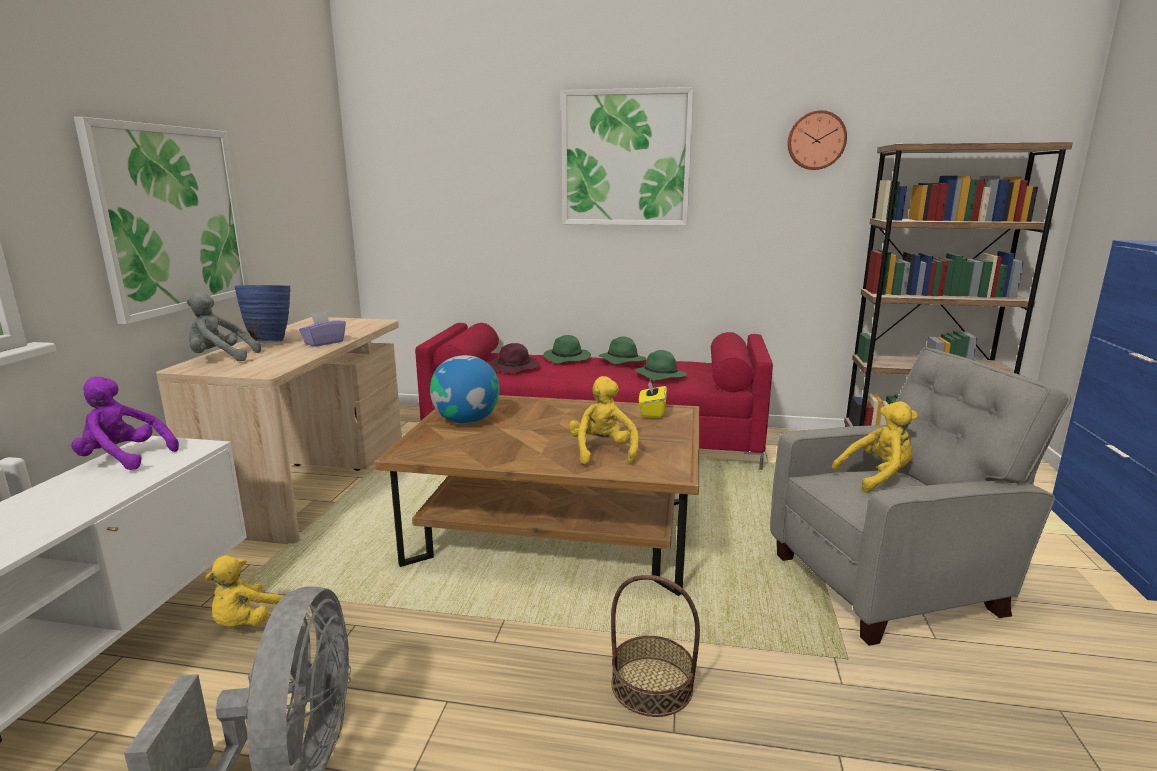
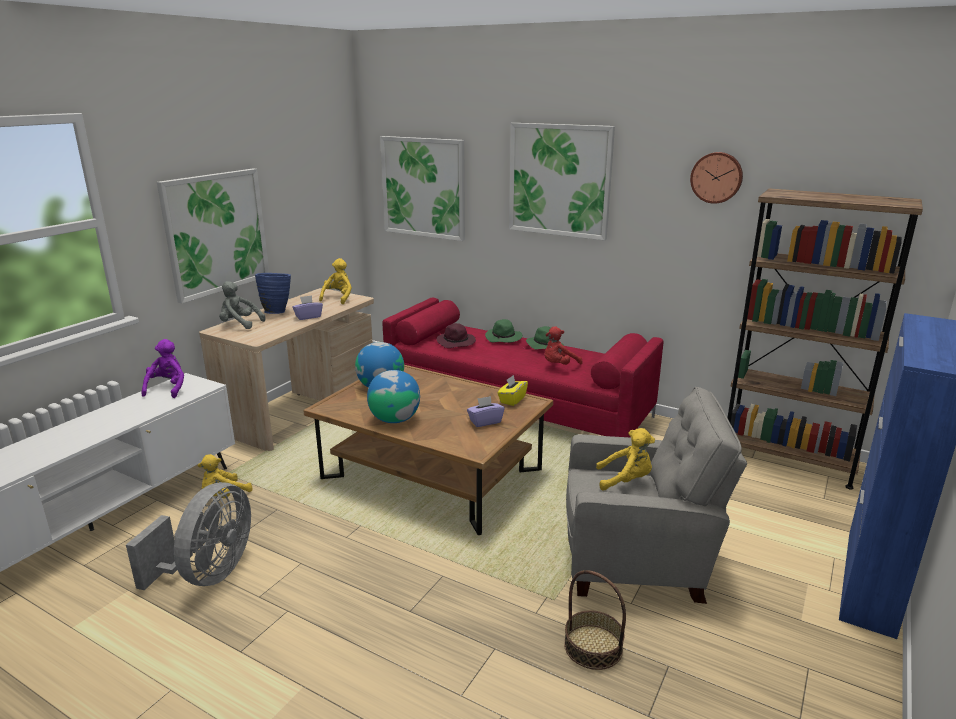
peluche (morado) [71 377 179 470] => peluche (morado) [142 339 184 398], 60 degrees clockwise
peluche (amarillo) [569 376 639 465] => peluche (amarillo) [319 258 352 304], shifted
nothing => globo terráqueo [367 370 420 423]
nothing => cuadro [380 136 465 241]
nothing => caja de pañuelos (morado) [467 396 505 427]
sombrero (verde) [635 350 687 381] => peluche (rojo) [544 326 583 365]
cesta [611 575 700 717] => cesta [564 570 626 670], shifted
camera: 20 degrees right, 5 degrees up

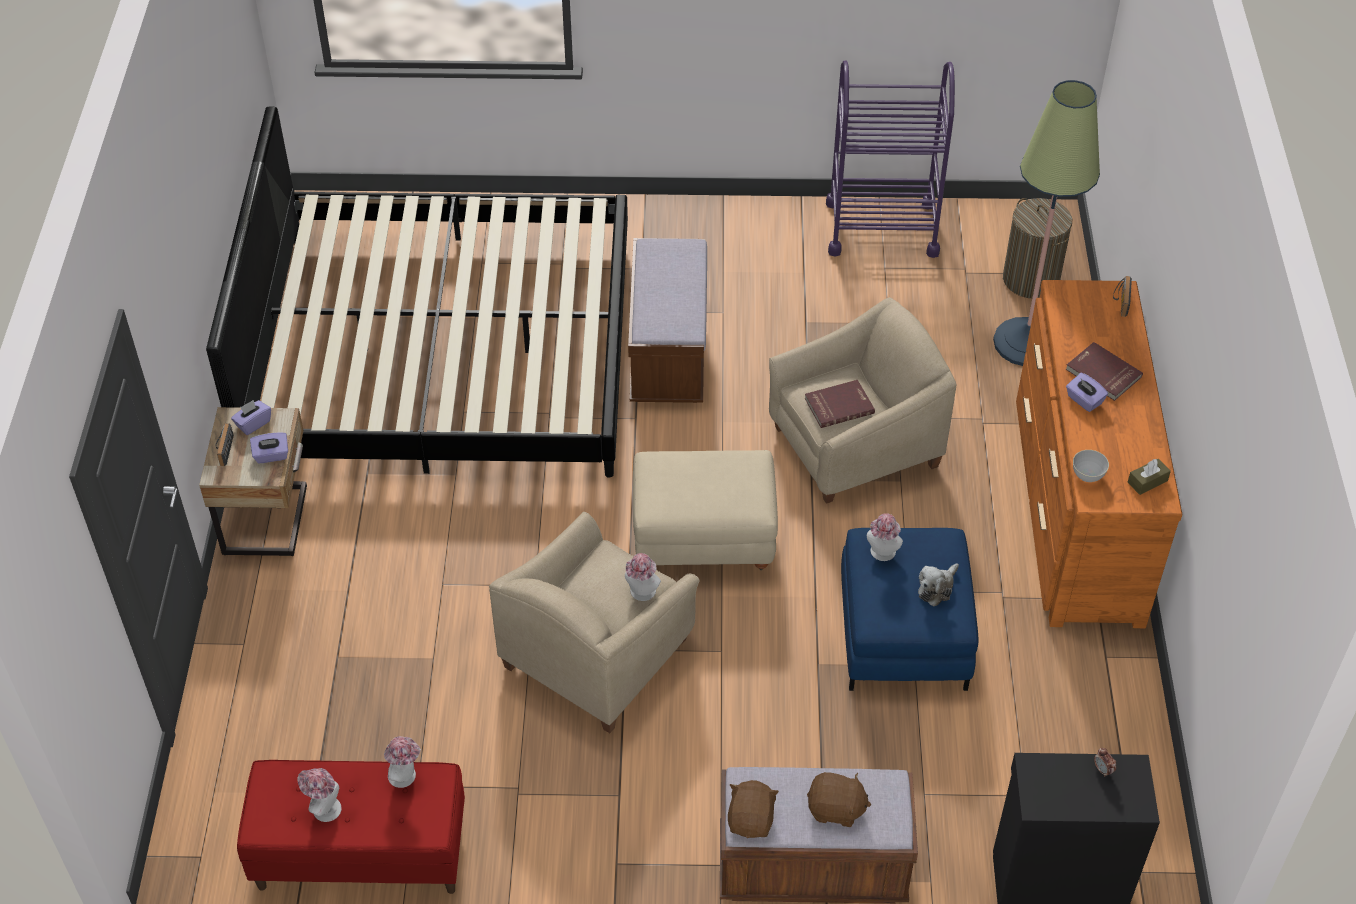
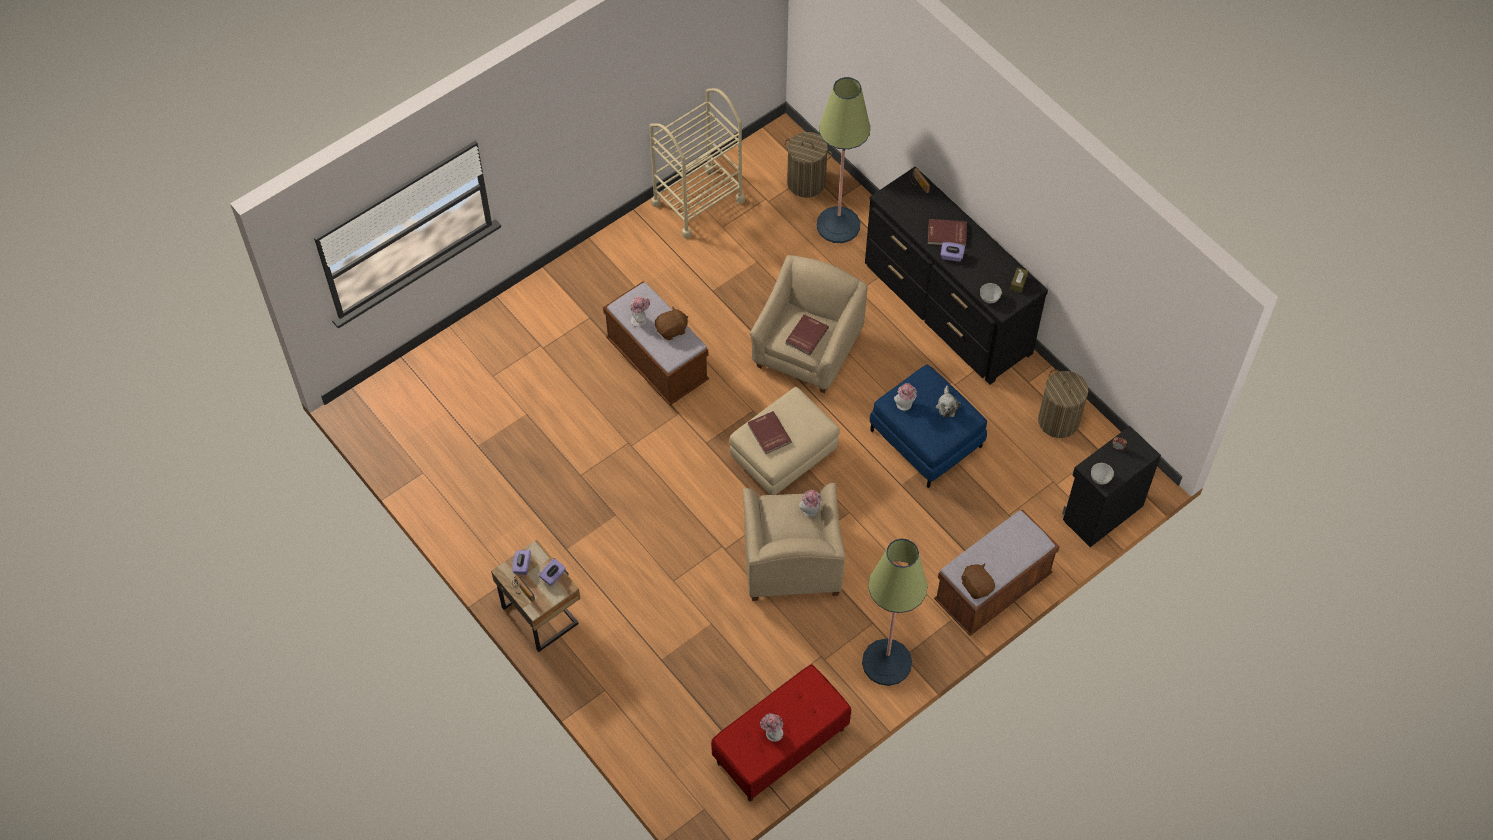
sombrero [384 736 421 788] => sombrero [630 296 650 327], shifted
carrito (morado) [826 60 955 258] => carrito (beis) [649 88 745 239]
peluche (marrón) [807 772 871 827] => peluche (marrón) [655 306 688 340], shifted
nothing => libro (rojo) [748 411 792 454]
nothing => lámpara de pie [862 538 928 686]
cómoda (naranja) [1016 280 1182 628] => cómoda (negro) [865 167 1048 385]
nothing => cesto de la ropa [1038 369 1088 438]
nothing => cuenco (gris) [1091 463 1114 484]
cama [206 107 628 478] => nothing
camera: 40 degrees left, 10 degrees up

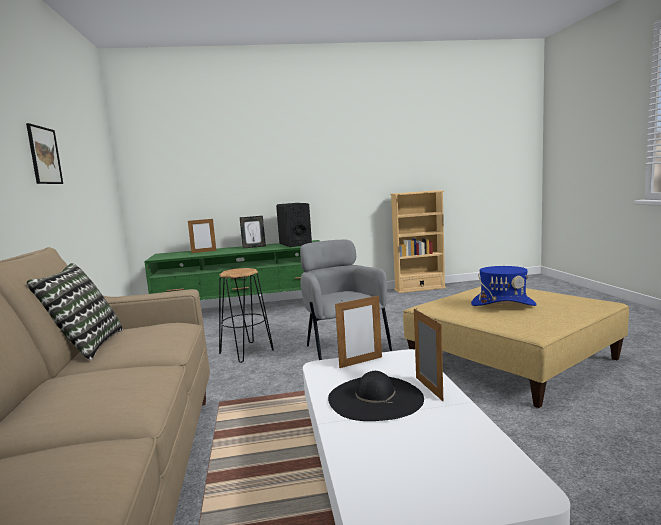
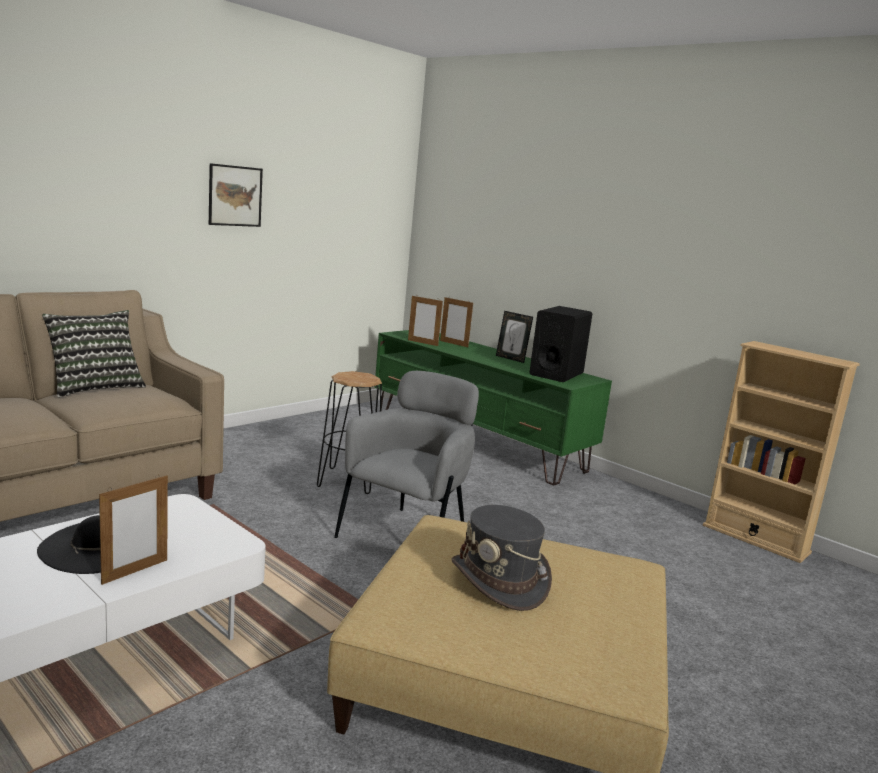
portarretratos [335 294 382 368] => portarretratos [408 295 443 346], shifted
sombrero (azul) [471 266 537 306] => sombrero (gris) [452 505 552 611]
camera: 50 degrees right, 5 degrees up

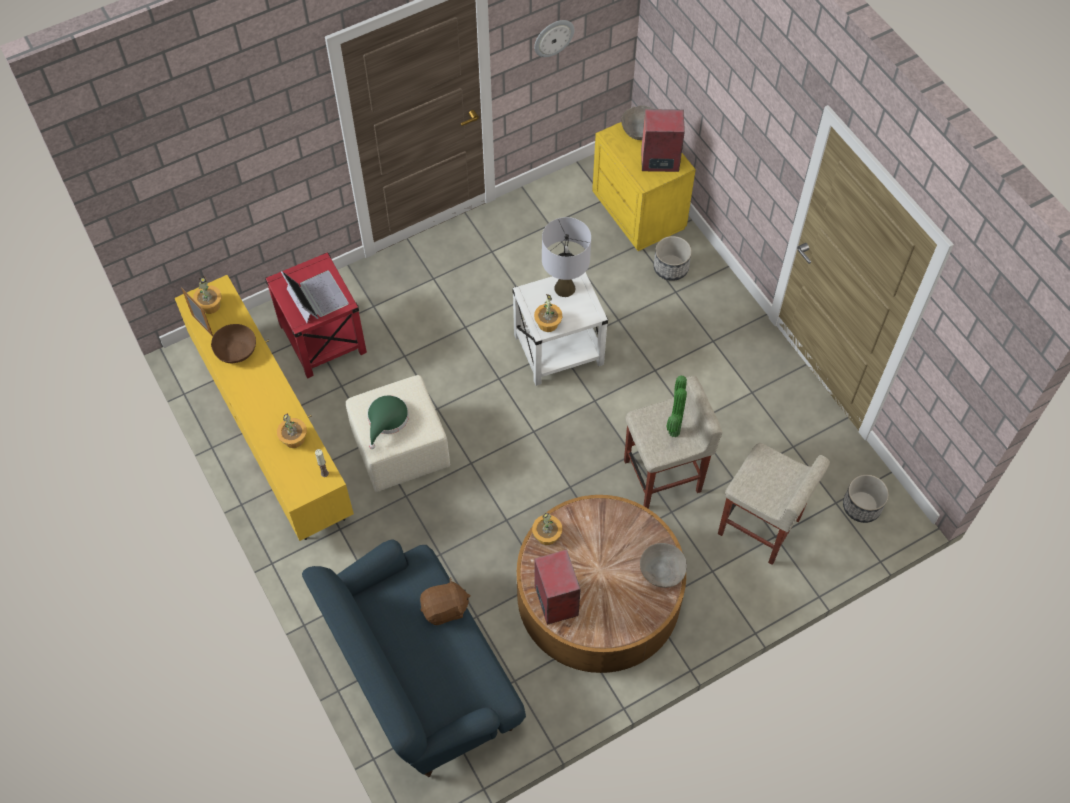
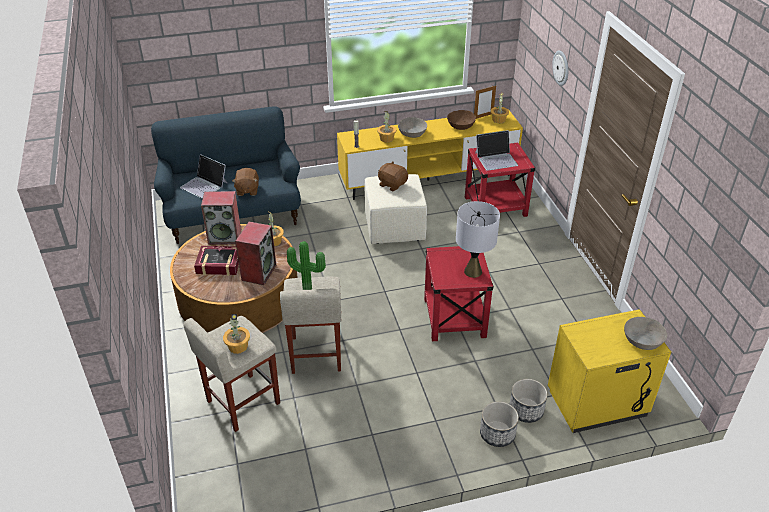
nothing => portátil [180 154 228 199]
nothing => libro [194 246 239 276]
planta en maceta [534 294 563 332] => planta en maceta [223 314 250 354], shifted
altavoz [641 109 685 172] => altavoz [235 222 276 285], shifted
sombrero (verde) [367 395 409 449] => peluche (marrón) [378 161 408 191]
cuenco (gris) [640 543 687 588] => cuenco (gris) [398 117 427 138], shifted
mesa auxiliar (blanco) [512 272 608 386] => mesa auxiliar (rojo) [424 246 494 341]
maceta [843 474 889 523] => maceta [480 401 519 447], shifted
reloj de pared [534 20 574 57] => reloj de pared [552 50 568 86], shifted
camera: 105 degrees right, 20 degrees down

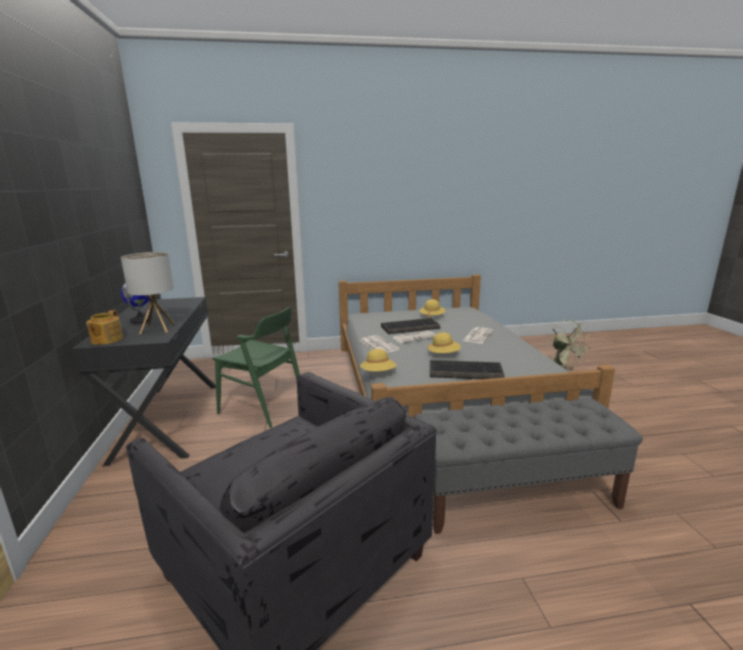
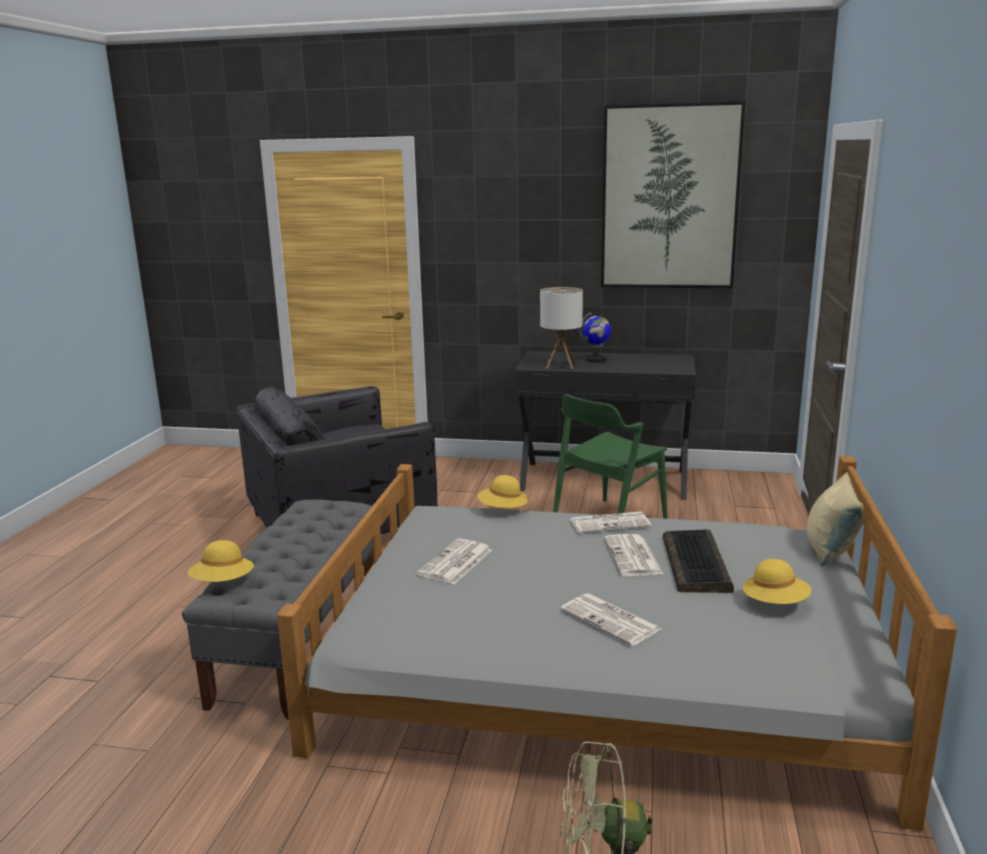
sombrero (amarillo) [427 332 461 353] => sombrero (amarillo) [187 540 254 582], shifted
teclado [430 360 505 379] => periódico [416 539 492 584]
nothing => cuadro [601 101 745 288]
nothing => cojín (beis) [807 472 864 567]
tetera [86 310 123 345] => nothing
camera: 110 degrees right, 0 degrees up

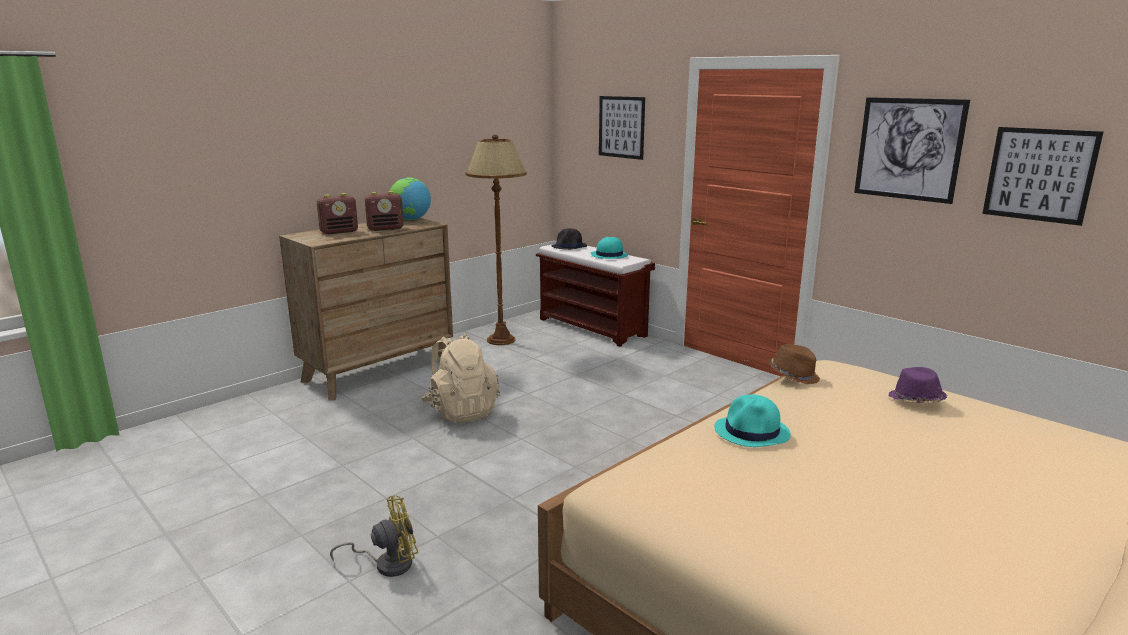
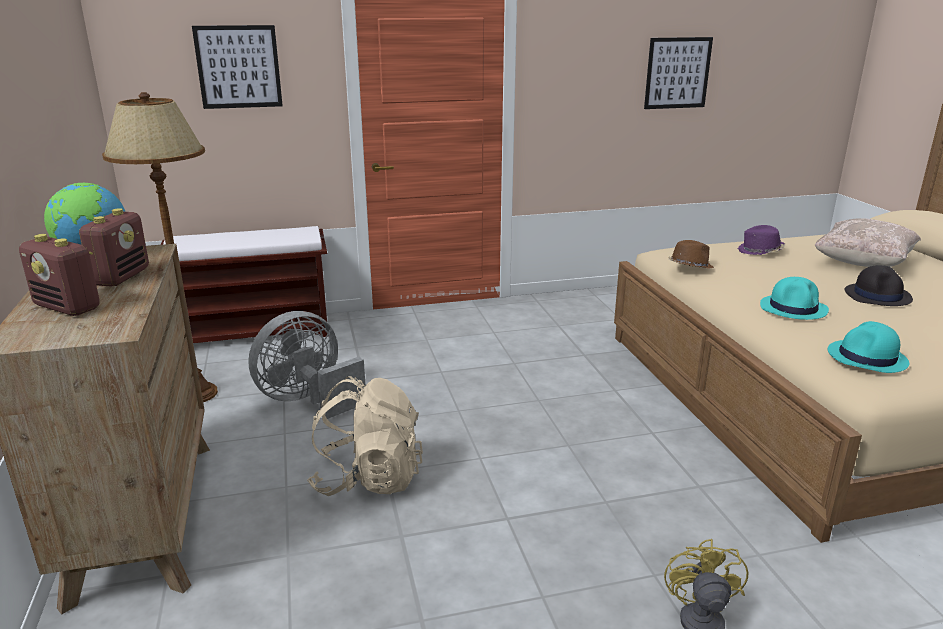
radio [317 193 358 235] => radio [19 234 100 316], 120 degrees clockwise
nothing => ventilador (gris) [248 311 365 419]
nothing => cojín (beis) [815 218 921 267]
sombrero (turquesa) [591 236 628 259] => sombrero (turquesa) [828 321 909 373], shifted
sombrero (negro) [551 228 587 250] => sombrero (negro) [845 265 913 306], shifted
cuadro [854 97 970 204] => nothing
camera: 60 degrees left, 5 degrees up

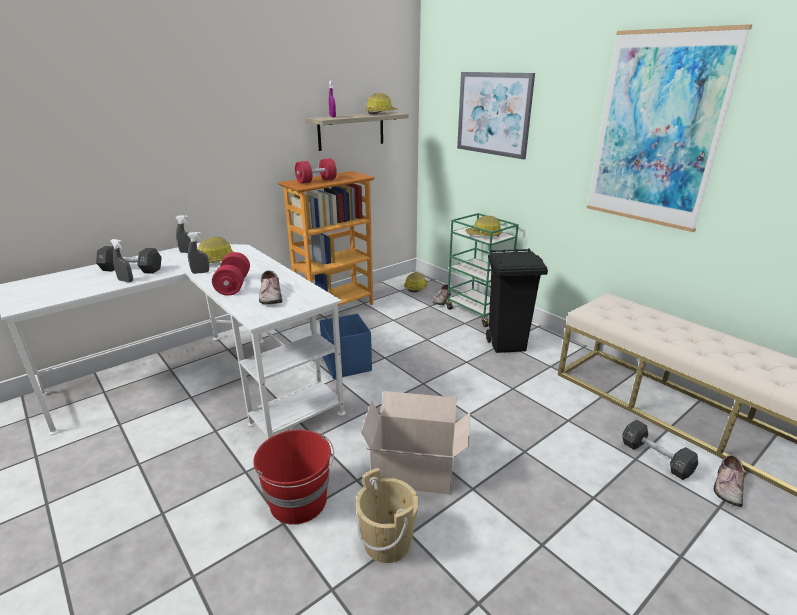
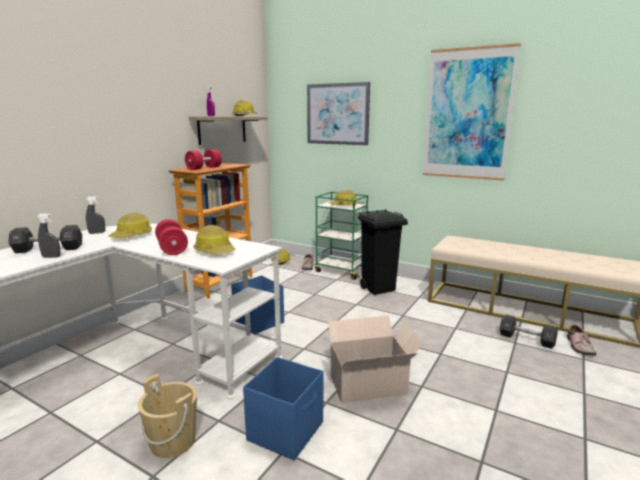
cubo (beis) [356 468 419 563] => cubo (beis) [138 374 197 458], shifted
zapato [259 270 282 304] => casco [193 225 235 254]
cubo (rojo) [253 430 334 525] => caja de almacenaje (azul) [243 357 323 460]
pulverizador (gris) [187 232 209 274] => nothing
camera: 20 degrees left, 10 degrees down

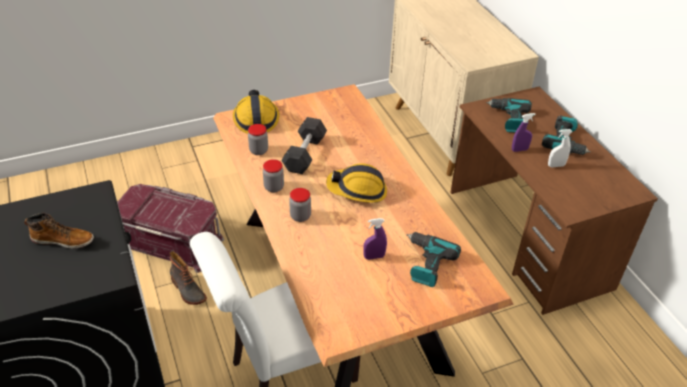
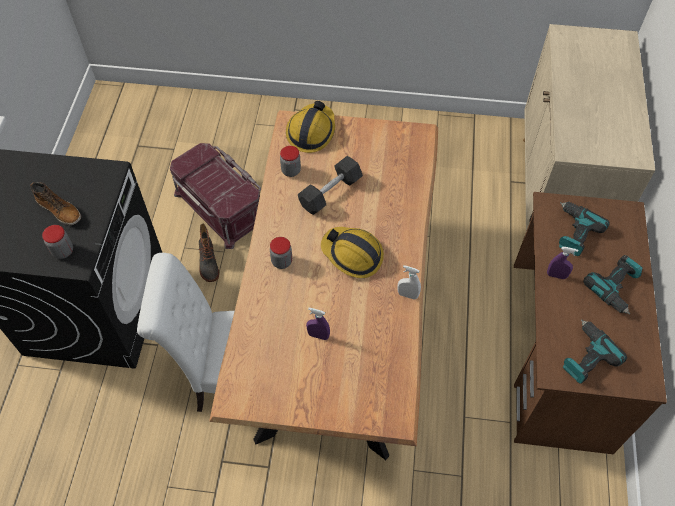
tarro [263 159 284 193] => tarro [42 225 73 259], shifted
pulverizador (blanco) [548 129 573 167] => pulverizador (blanco) [397 265 421 300], shifted
taladro [407 232 461 287] => taladro [563 320 627 384], shifted
camera: 30 degrees right, 15 degrees up

